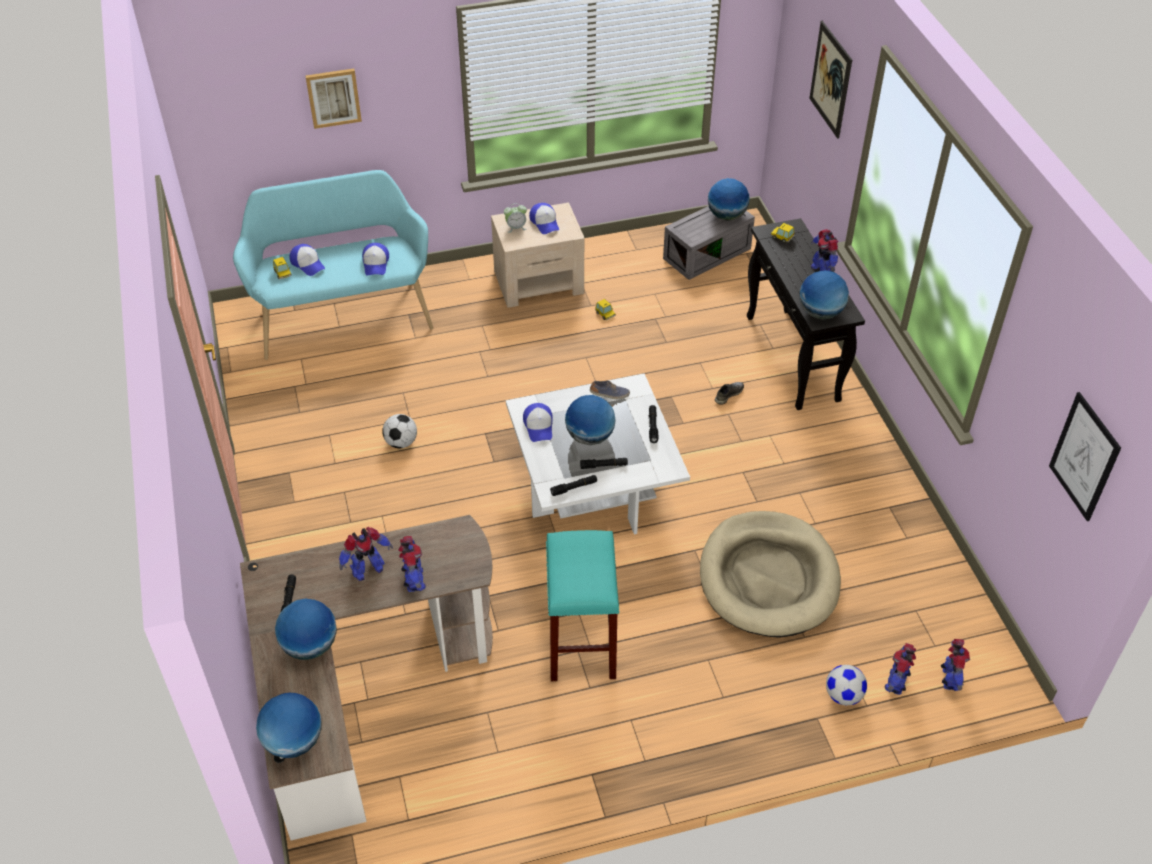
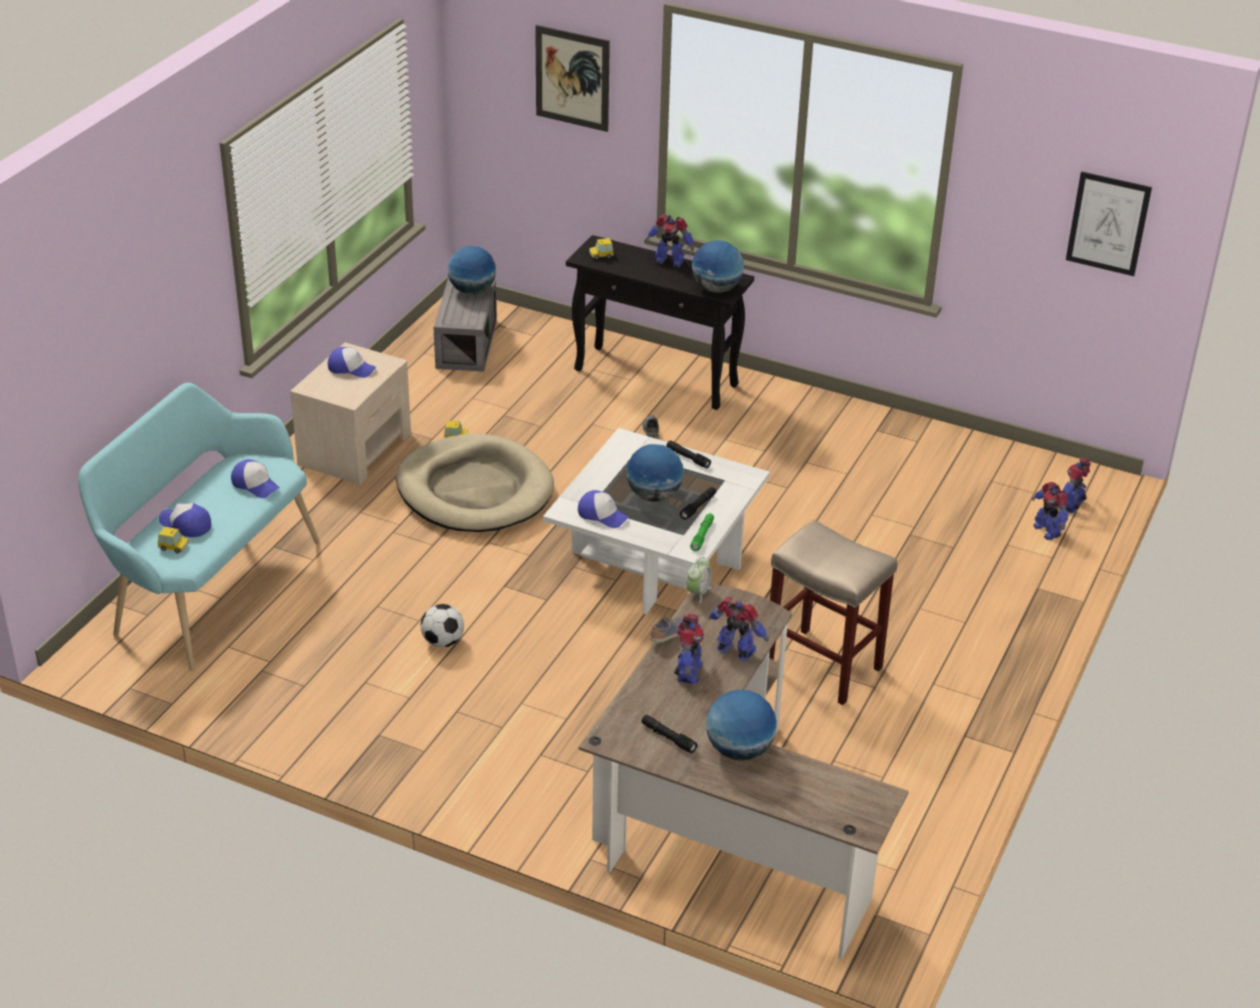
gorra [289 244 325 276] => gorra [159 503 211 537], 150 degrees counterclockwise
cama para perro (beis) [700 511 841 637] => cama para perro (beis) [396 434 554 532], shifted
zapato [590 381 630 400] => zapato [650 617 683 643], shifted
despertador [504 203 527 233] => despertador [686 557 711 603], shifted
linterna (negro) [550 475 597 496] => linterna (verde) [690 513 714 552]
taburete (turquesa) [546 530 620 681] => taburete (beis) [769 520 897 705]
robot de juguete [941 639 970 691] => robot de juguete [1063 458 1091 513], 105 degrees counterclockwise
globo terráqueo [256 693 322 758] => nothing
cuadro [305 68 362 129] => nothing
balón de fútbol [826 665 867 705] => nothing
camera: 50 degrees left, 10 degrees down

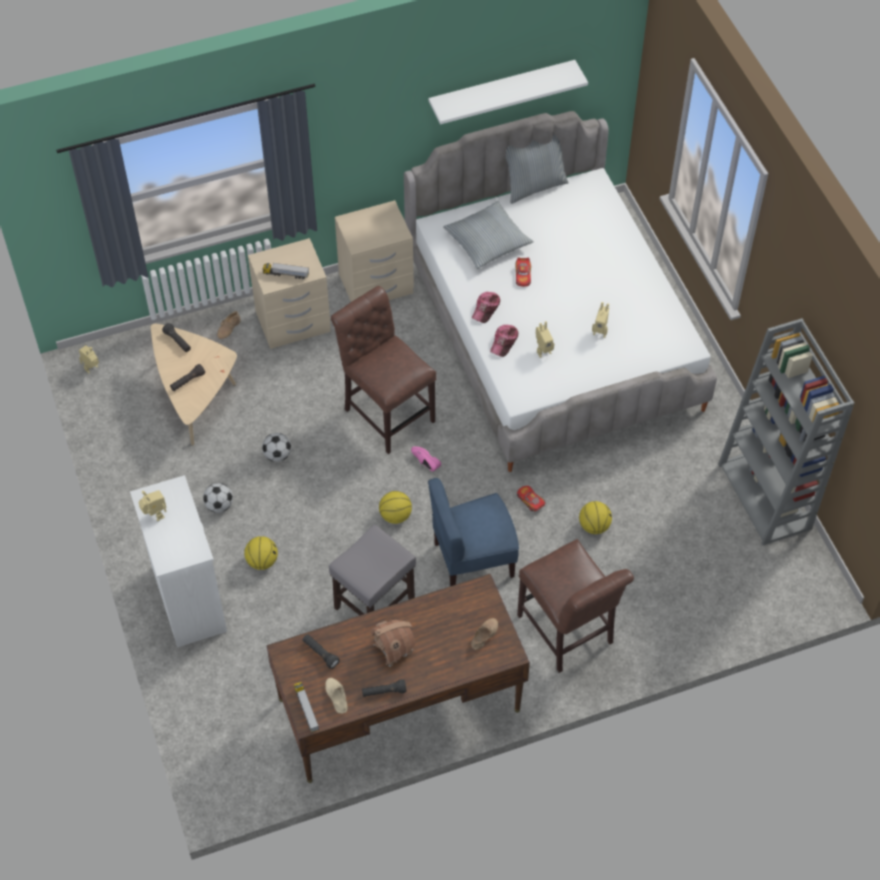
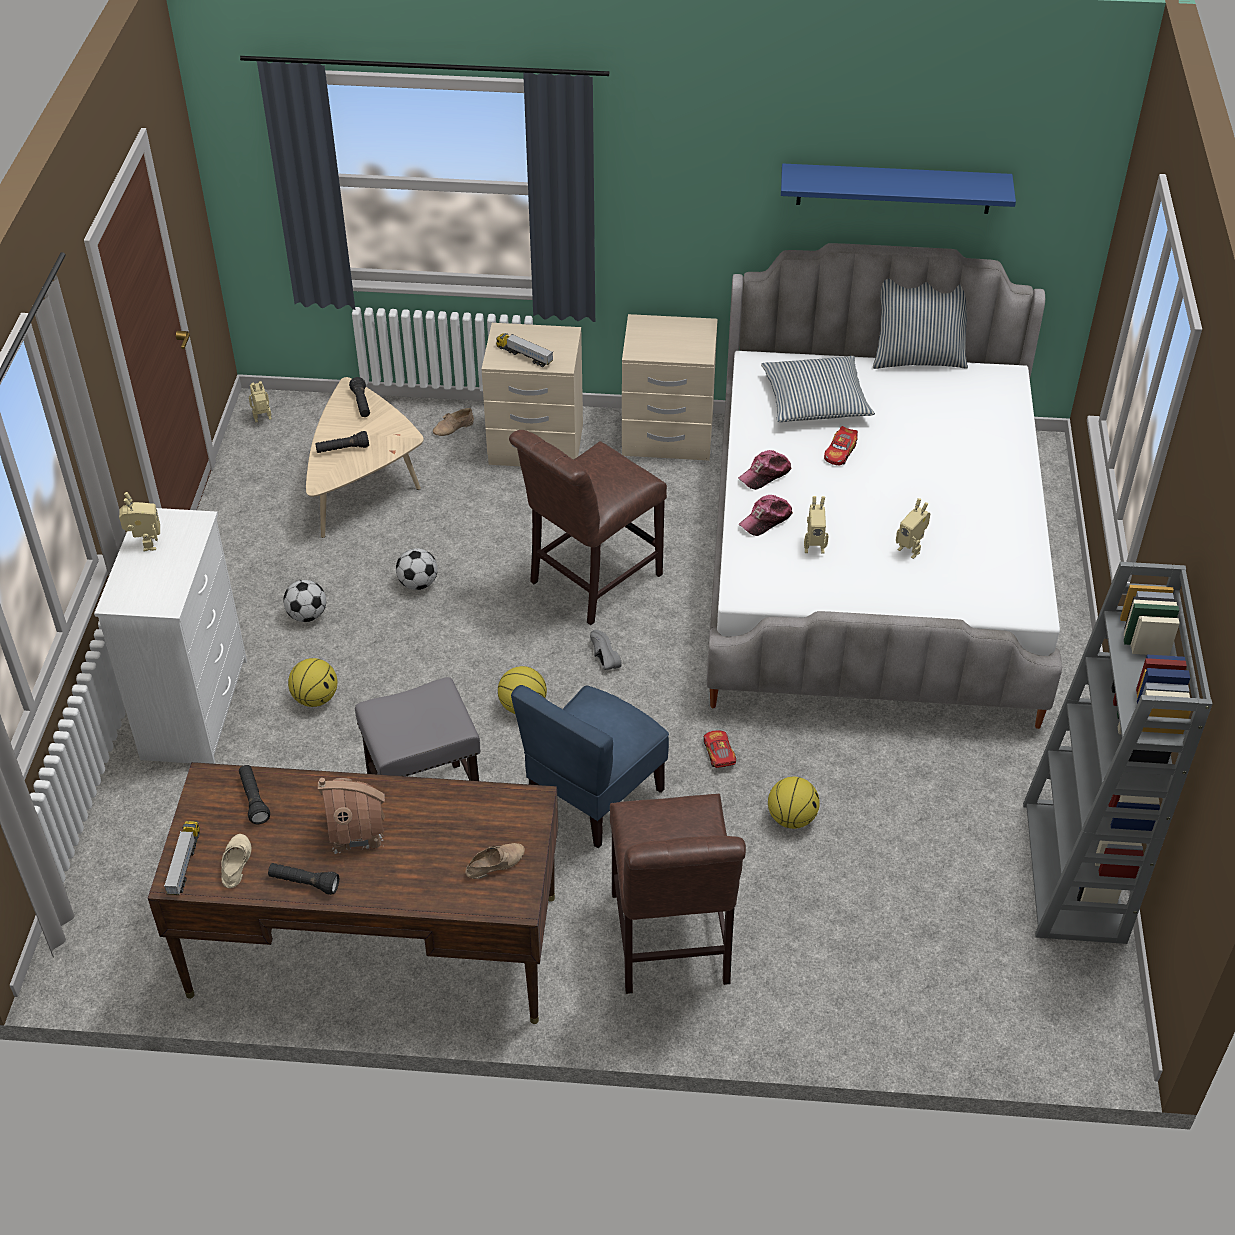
silla (marrón) [331 286 436 454] => silla (marrón) [509 430 667 625], 120 degrees counterclockwise
silla (azul) [428 478 519 586] => silla (azul) [511 685 669 849], 60 degrees counterclockwise
zapato (rosa) [411 446 441 472] => zapato (gris) [590 629 622 670]
estante (blanco) [429 60 588 124] => estante (azul) [781 164 1016 214]
camera: 25 degrees right, 10 degrees down

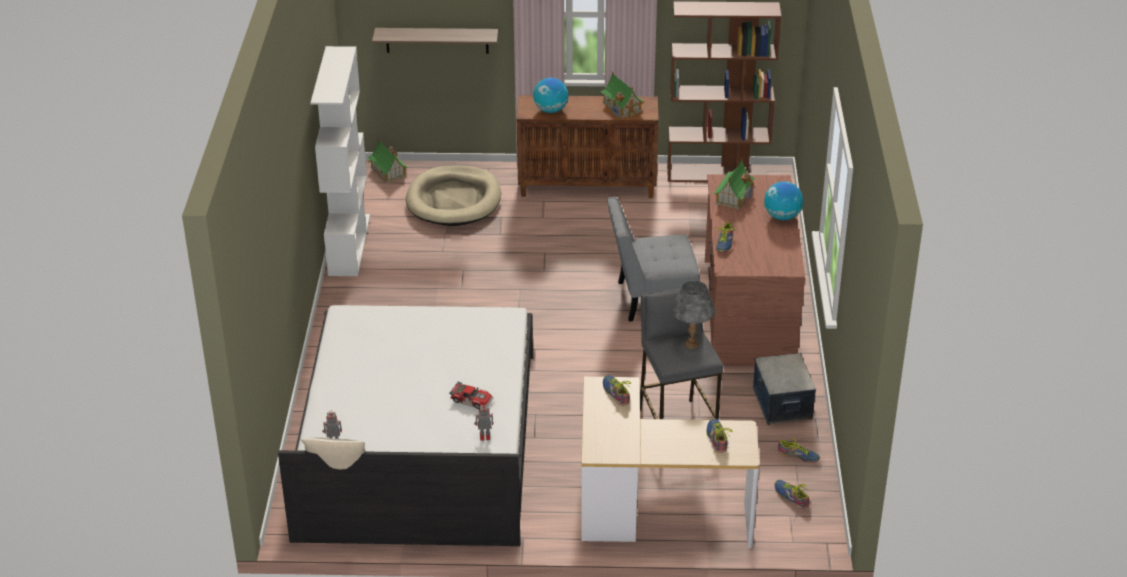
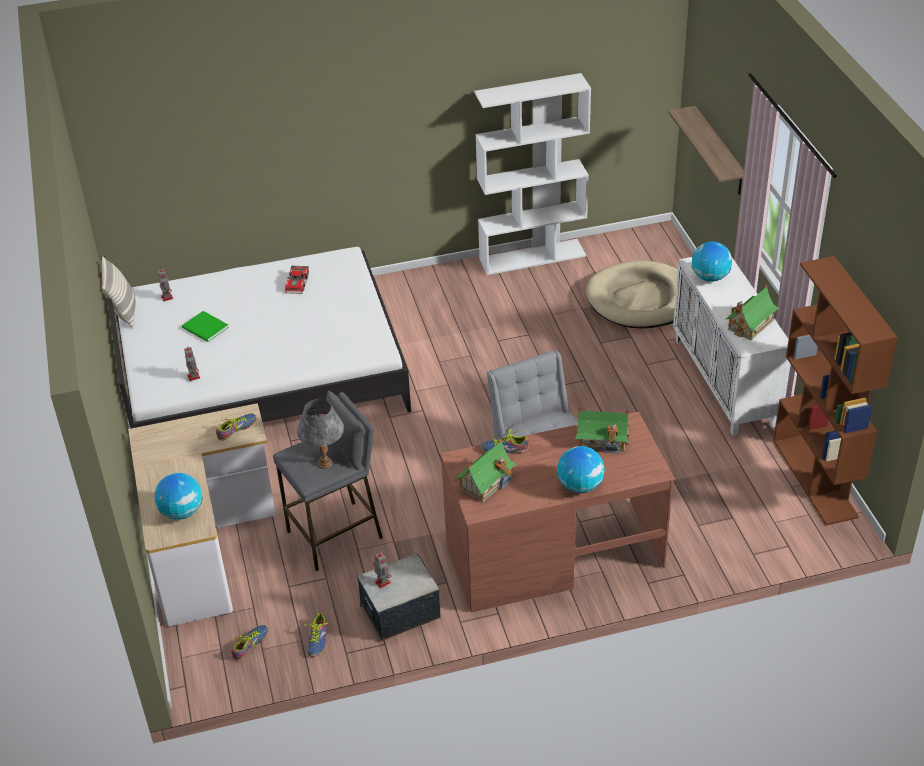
zapato [706 418 732 453] => globo terráqueo [154 473 203 520]
nothing => libro (verde) [182 311 229 342]
coche de juguete [449 381 493 409] => coche de juguete [285 265 309 294], shifted
nothing => robot de juguete [373 552 391 588]
casita [367 139 408 183] => casita [454 439 517 503], shifted
armario (marrón) [517 95 659 198] => armario (blanco) [673 257 791 436]
camera: 75 degrees right, 5 degrees up

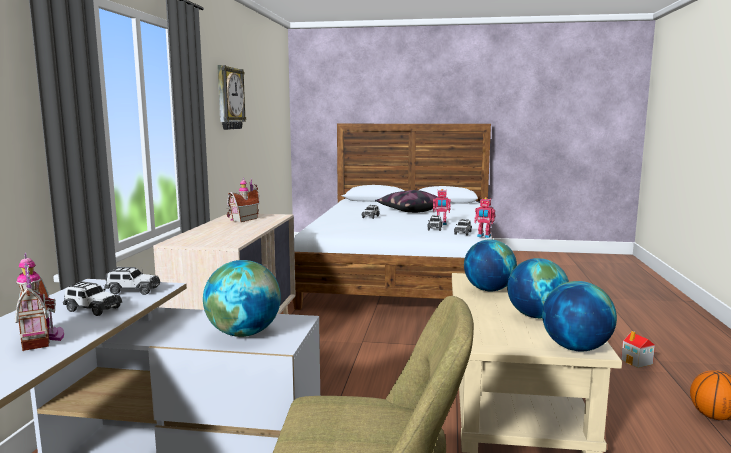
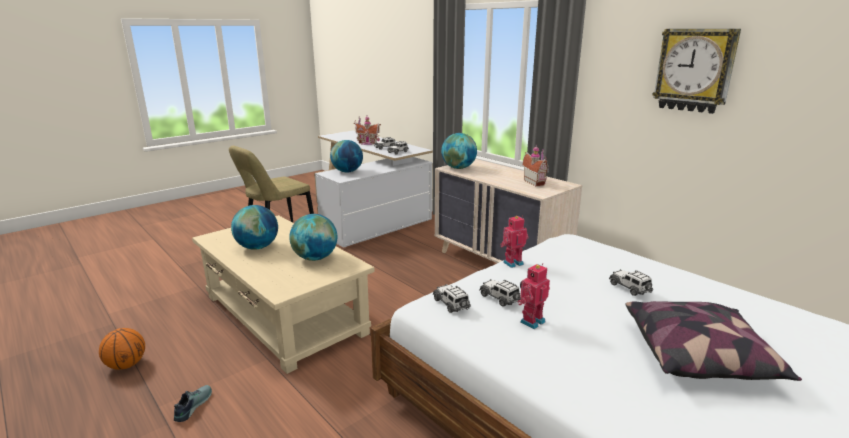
casita [621 331 655 368] => zapato [174 385 212 422]
globo terráqueo [542 281 617 351] => globo terráqueo [441 133 477 169], shifted
robot de juguete [474 197 495 238] => robot de juguete [500 216 528 268], shifted
camera: 130 degrees right, 10 degrees up

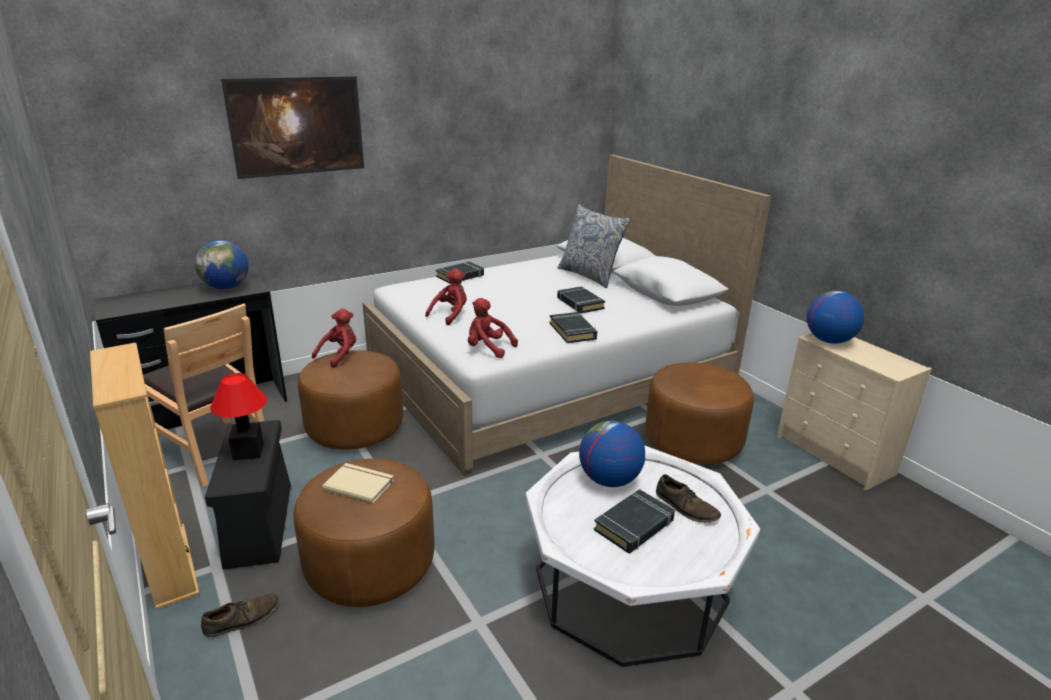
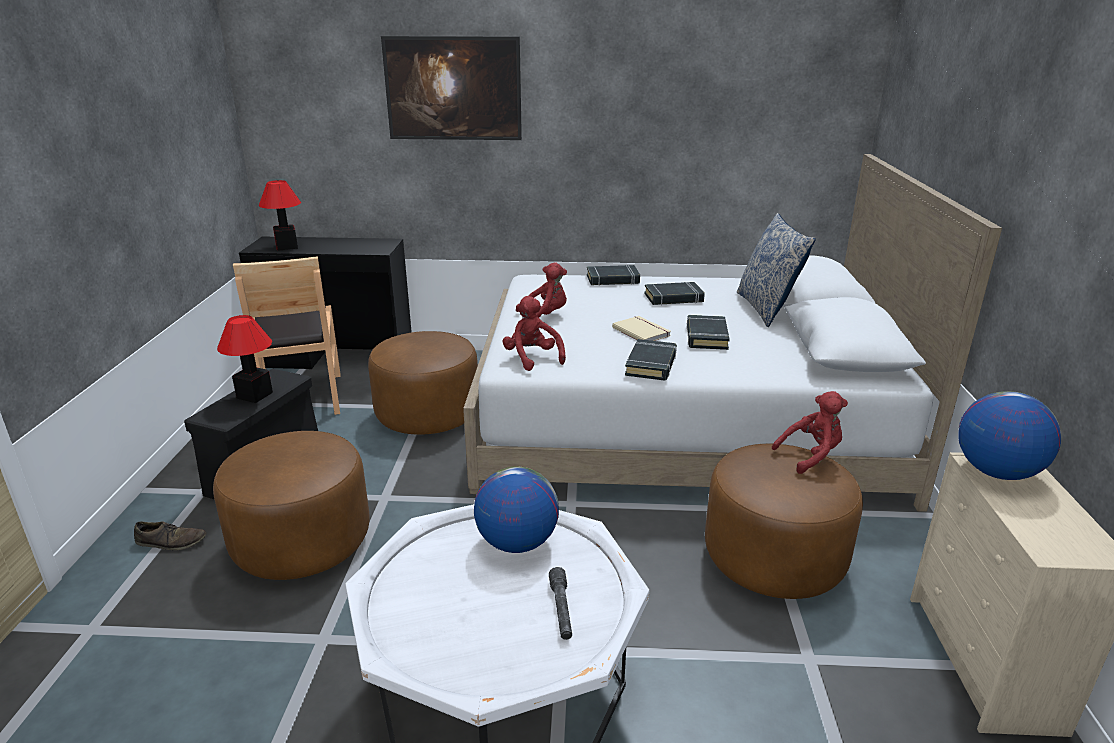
nothing => lámpara de mesa [259 180 301 251]
zapato (marrón) [656 474 721 523] => linterna (gris) [549 567 572 640]
libro (beis) [322 463 394 504] => libro (beis) [612 316 671 341], shifted
libro (negro) [594 489 675 554] => libro (negro) [644 282 705 305], shifted
peluche (rojo) [312 309 356 368] => peluche (rojo) [772 391 848 474], shifted
estantería (beis) [90 343 200 610] => nothing
globo terráqueo [195 240 248 289] => nothing
camera: 35 degrees right, 0 degrees up

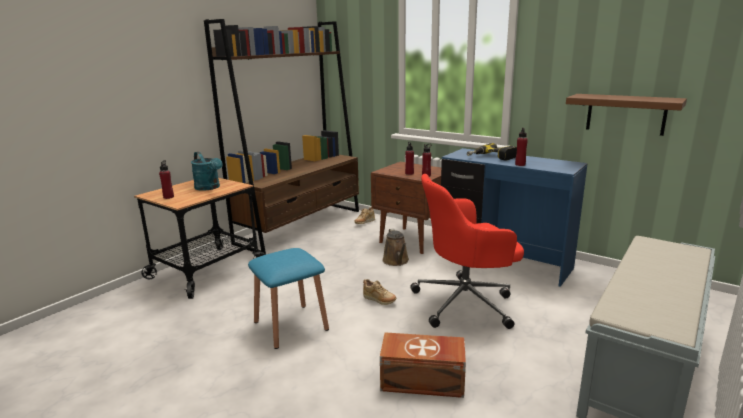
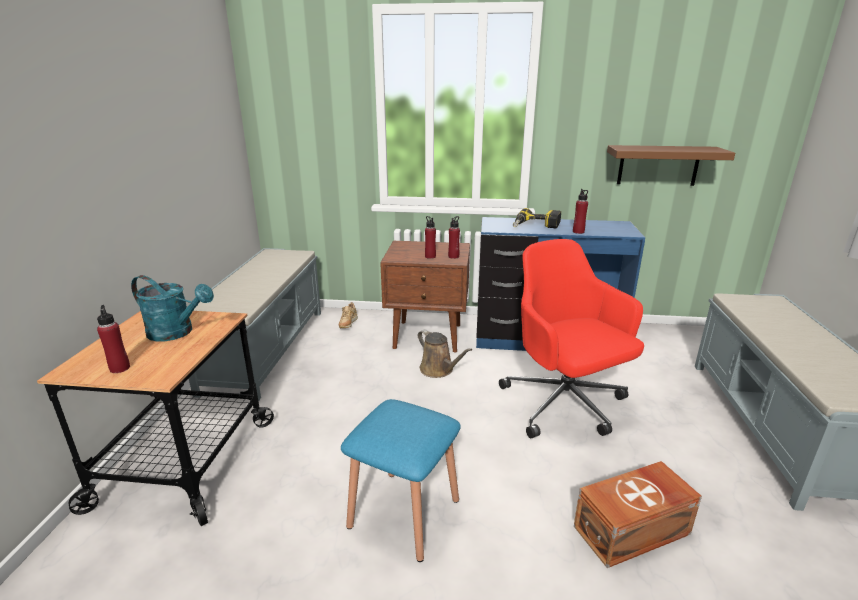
estantería (marrón) [204 19 359 255] => banco (gris) [187 248 321 401]
silla de oficina (rojo) [410 174 524 329] => silla de oficina (rojo) [499 239 644 438], 105 degrees clockwise
zapato (beis) [363 279 396 305] => nothing
camera: 30 degrees left, 5 degrees up

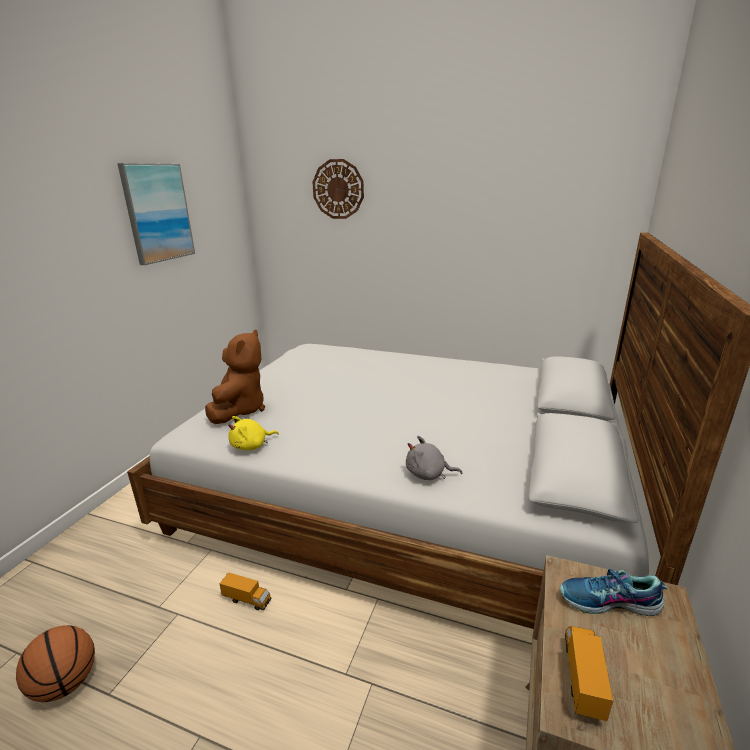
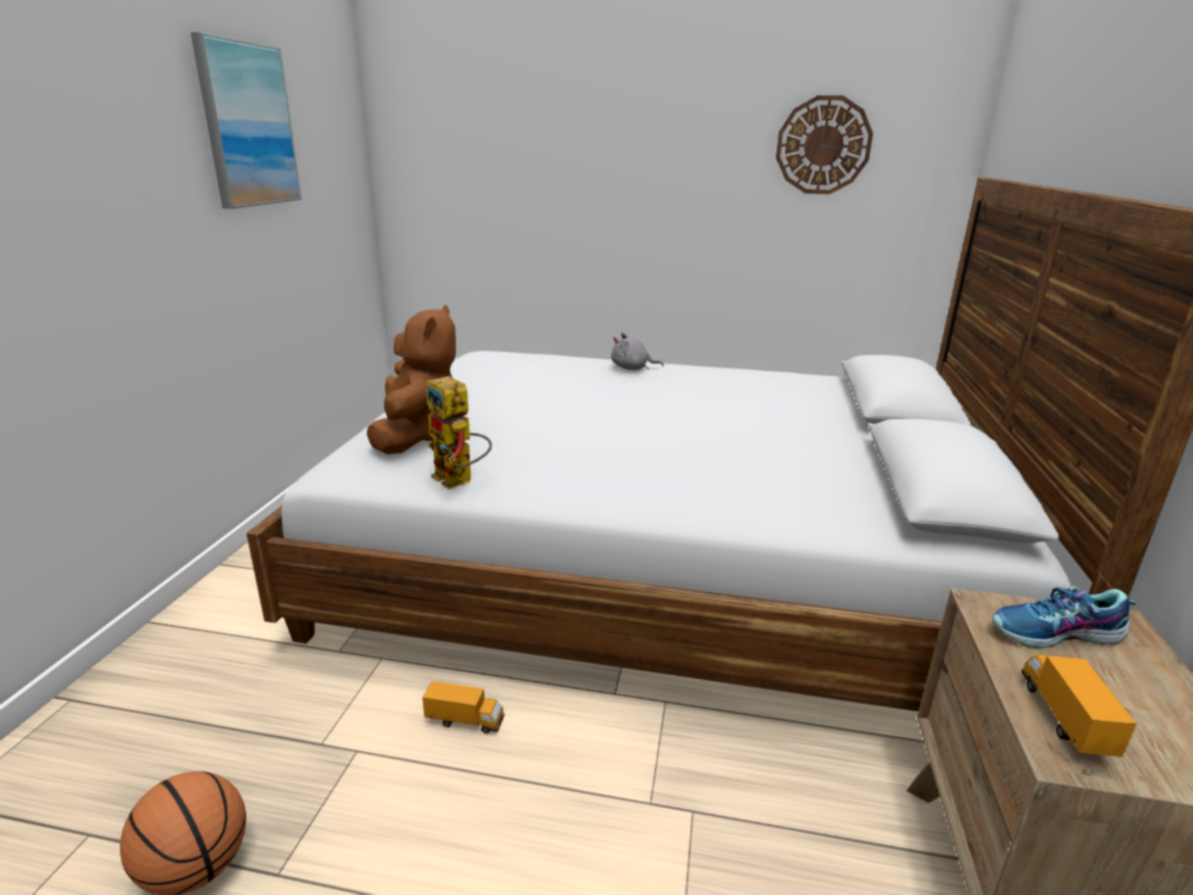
peluche (amarillo) [228 416 279 450] => robot de juguete [426 376 492 489]
peluche (gris) [406 436 463 480] => peluche (gris) [611 332 664 370], shifted
reloj de pared [312 159 364 219] => reloj de pared [776 95 873 194], shifted
camera: 10 degrees left, 0 degrees up

